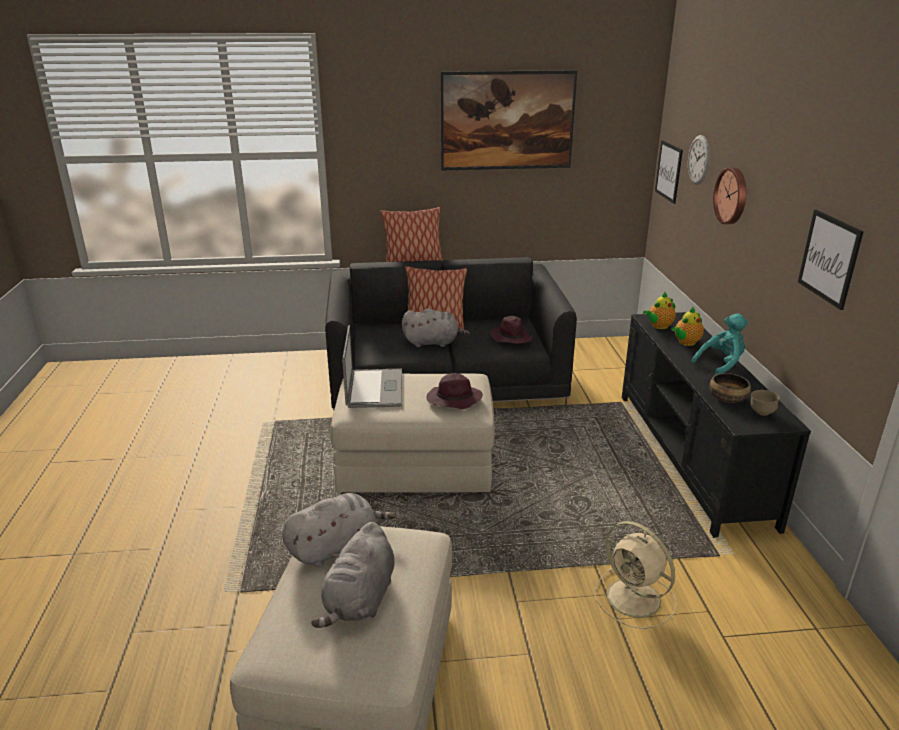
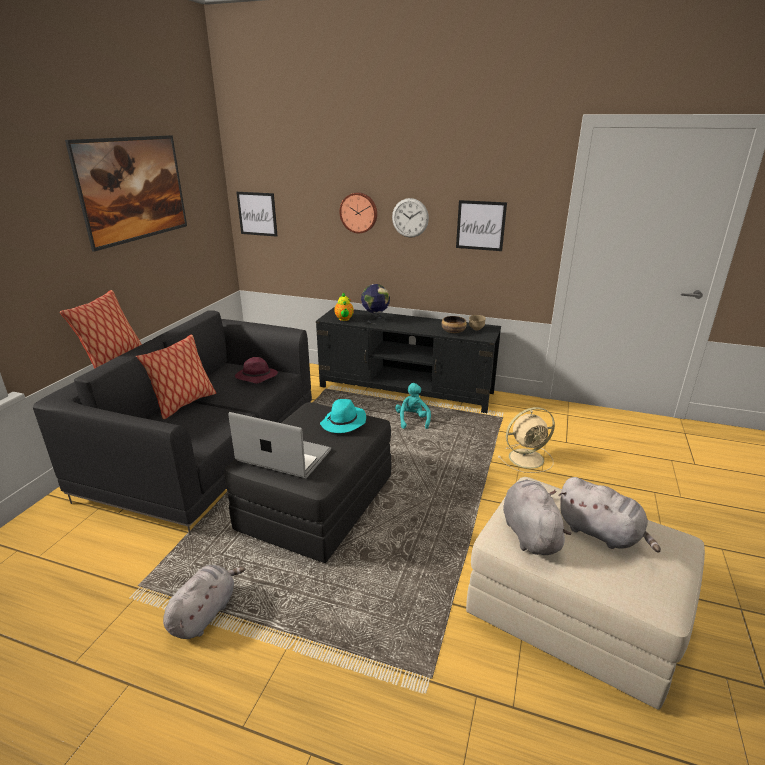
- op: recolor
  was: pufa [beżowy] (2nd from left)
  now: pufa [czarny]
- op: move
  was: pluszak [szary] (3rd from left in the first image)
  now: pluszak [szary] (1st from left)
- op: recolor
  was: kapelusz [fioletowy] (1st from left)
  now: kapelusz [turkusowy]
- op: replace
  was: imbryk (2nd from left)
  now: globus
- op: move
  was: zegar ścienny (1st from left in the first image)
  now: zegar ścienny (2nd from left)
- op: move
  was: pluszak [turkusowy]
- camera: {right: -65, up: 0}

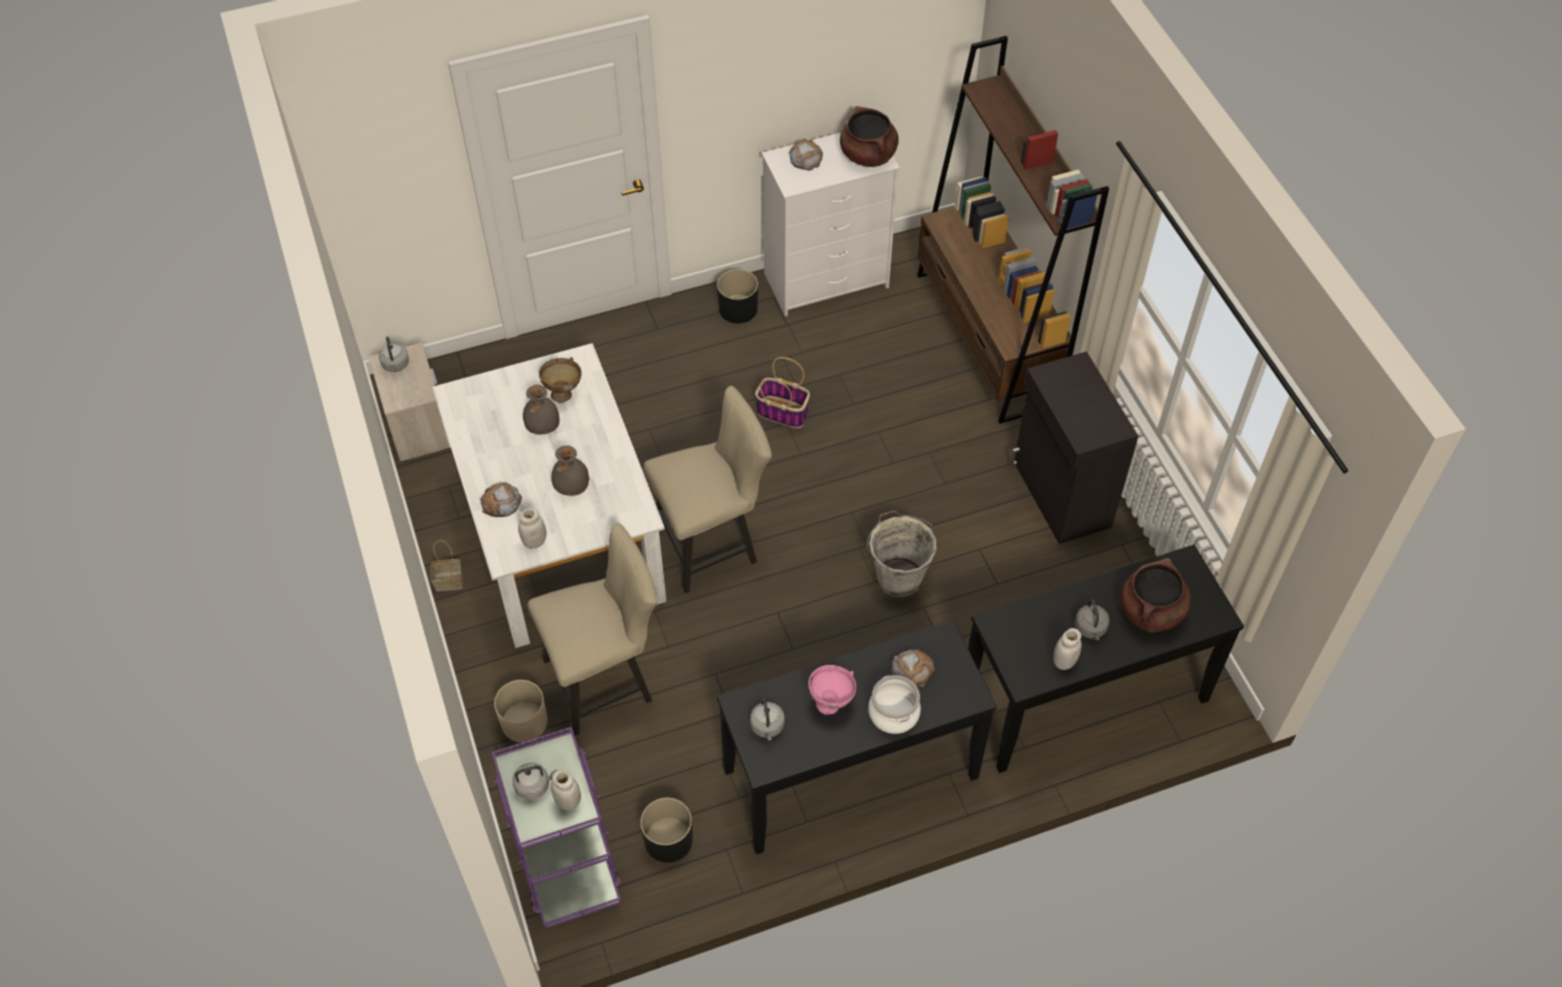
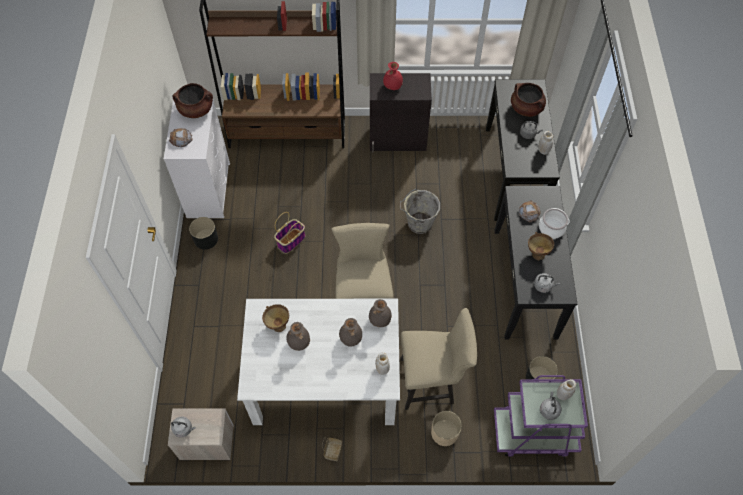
- op: delete
  was: chleb (1st from left)
- op: rotate
  was: krzesło [beżowy] (1st from left in the first image)
  clockwise: 90
- op: recolor
  was: miska [różowy]
  now: miska [brązowy] (2nd from left)
- op: insert
  now: wazon [szary] (3rd from left)
- op: insert
  now: wazon [czerwony]
- camera: {right: -70, up: 5}

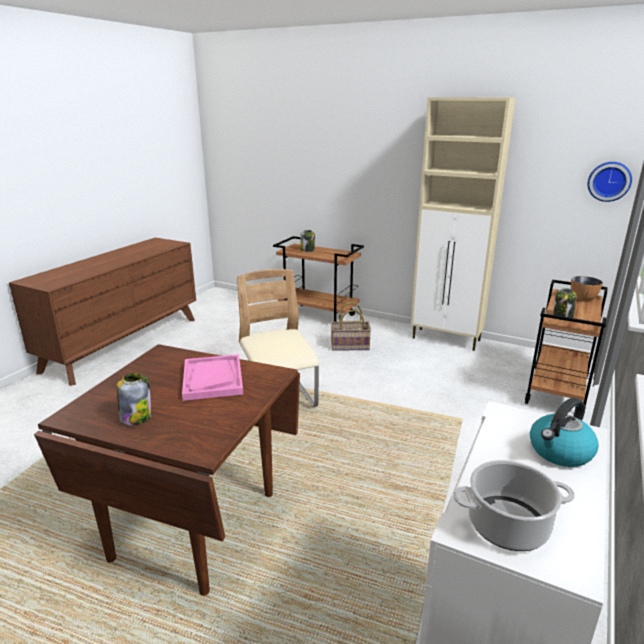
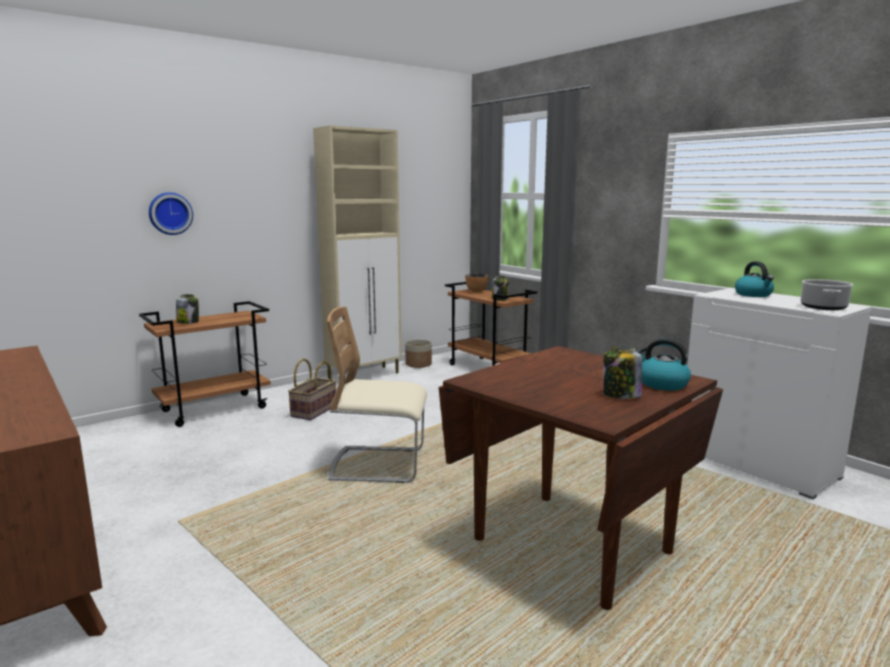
- op: delete
  was: taca [różowy]
- op: move
  was: zegar ścienny
- op: insert
  now: donica
- op: insert
  now: czajnik (1st from left)
- camera: {right: -65, up: -10}

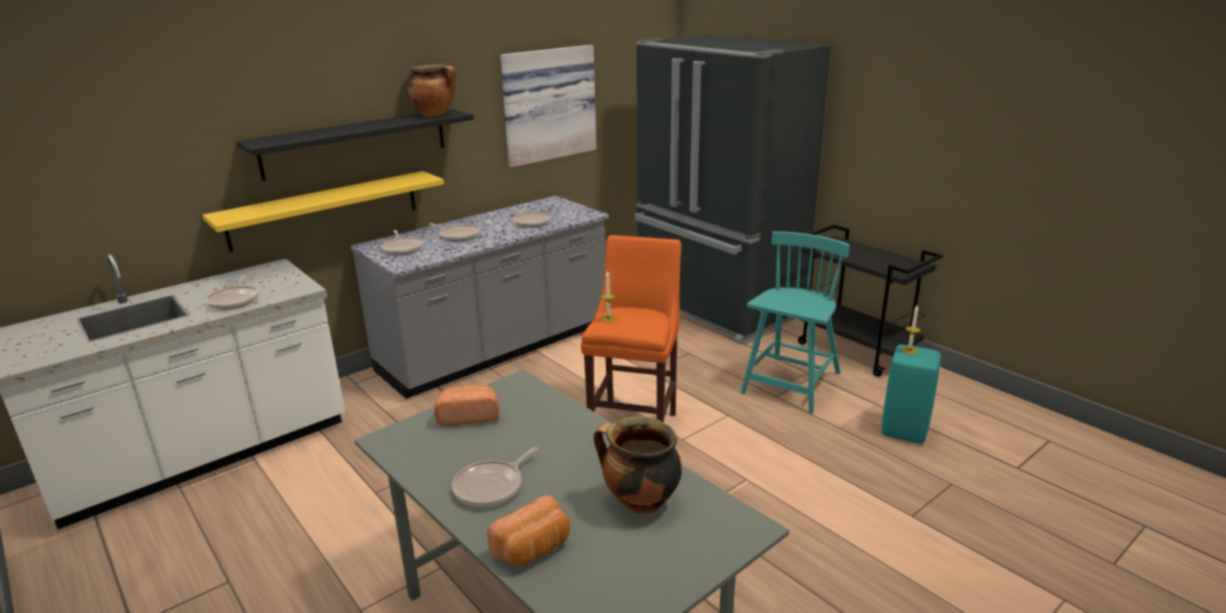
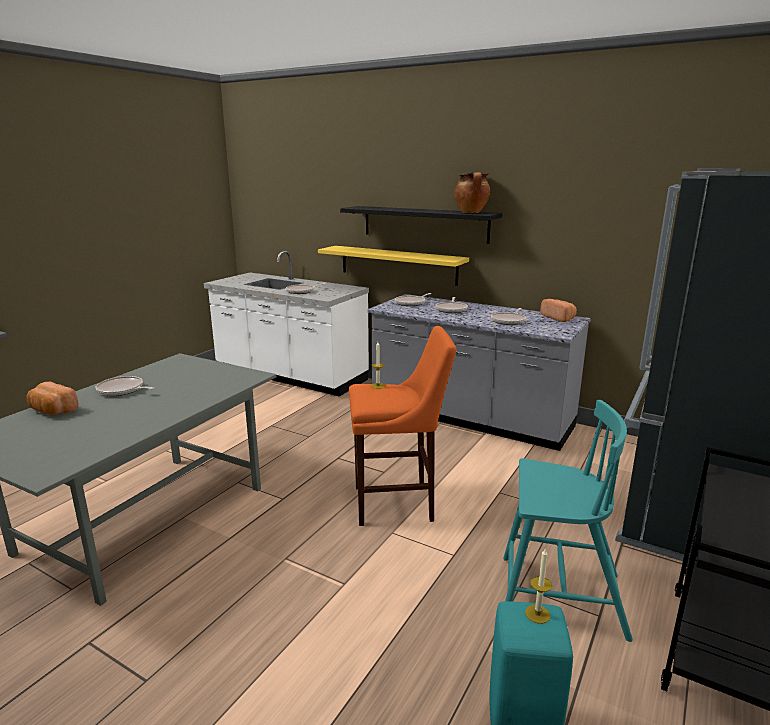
- op: move
  was: chleb (1st from left in the first image)
  now: chleb (2nd from left)
- op: delete
  was: obraz
- op: delete
  was: garnek (2nd from left)
- camera: {right: 70, up: -5}

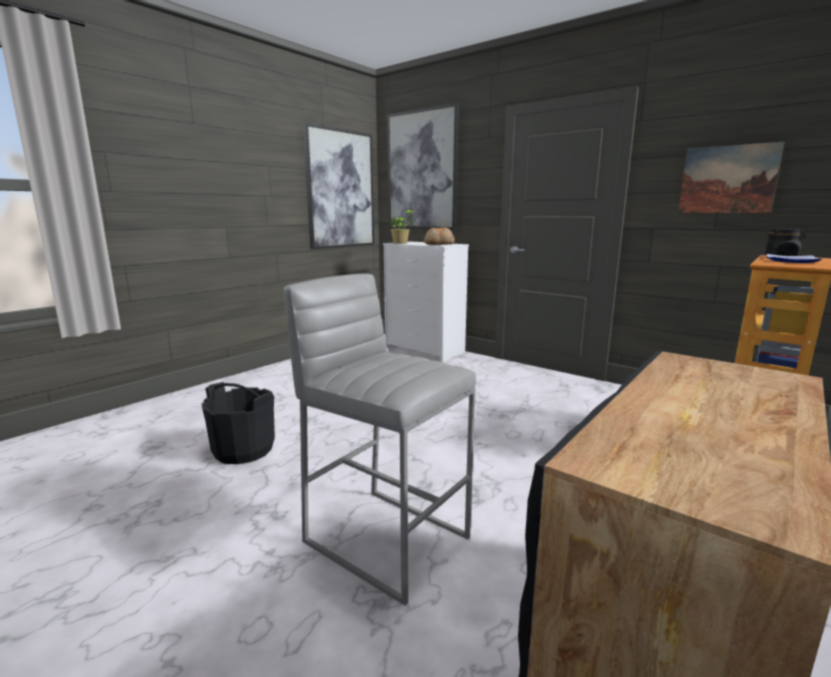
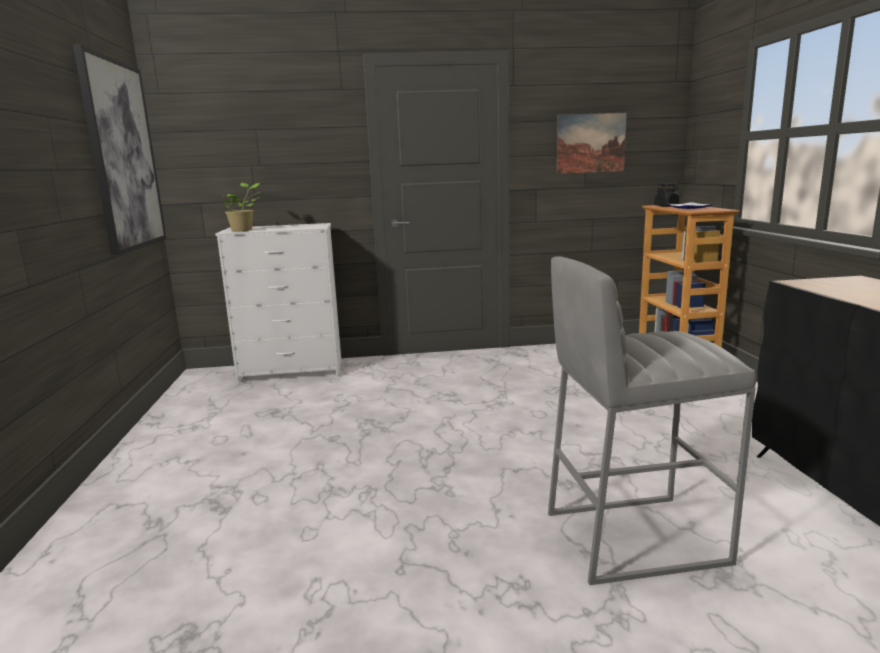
- op: delete
  was: wiadro [czarny]
- op: delete
  was: obraz (2nd from left)
- op: delete
  was: chleb
- camera: {right: -45, up: 0}

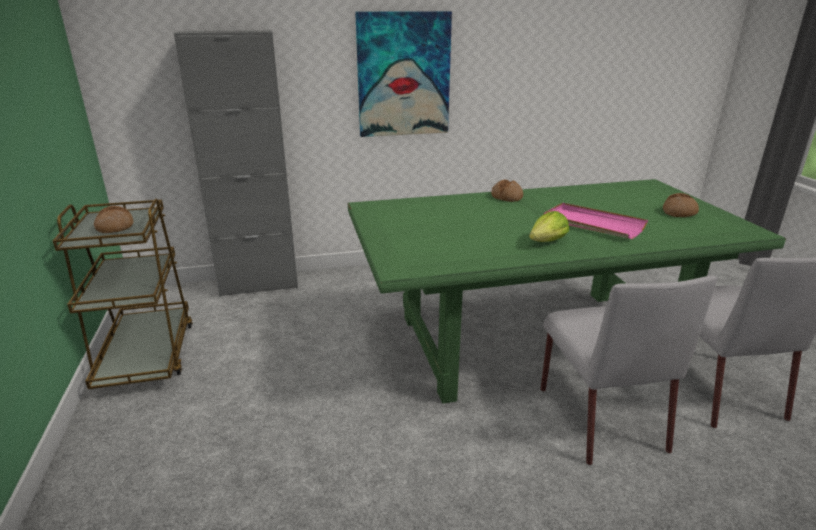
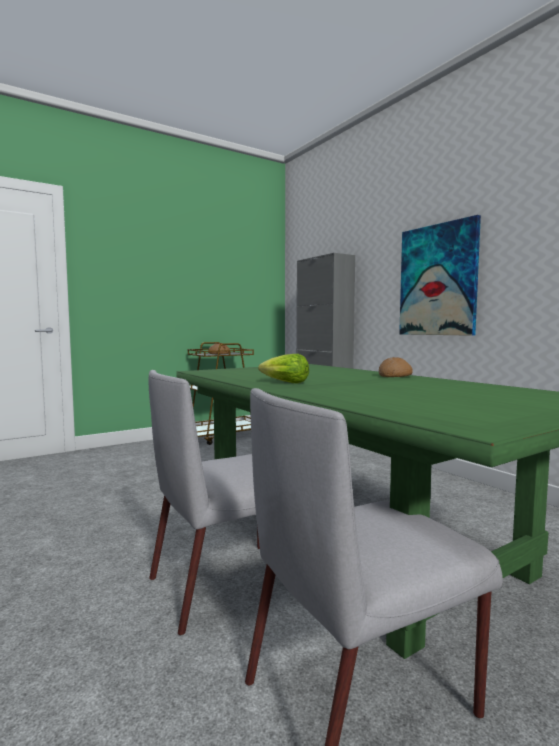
- op: delete
  was: taca [różowy]
- op: delete
  was: chleb (3rd from left)
- camera: {right: 70, up: -20}

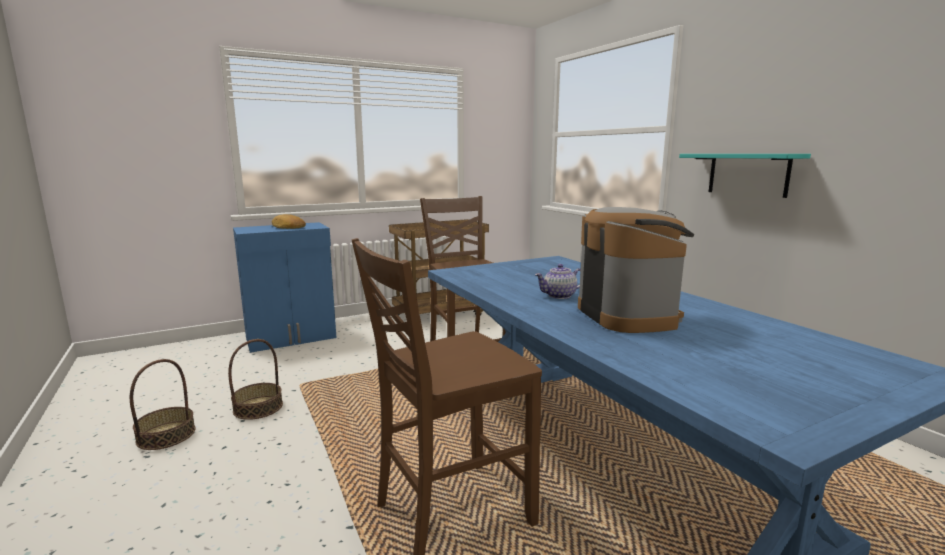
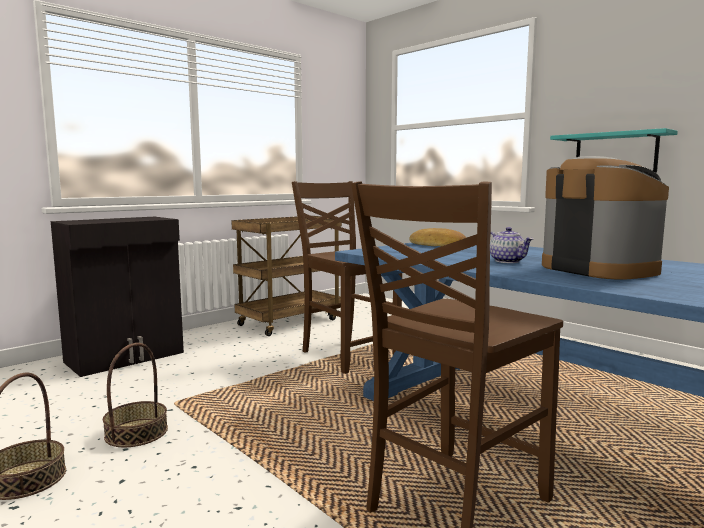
- op: recolor
  was: szafka [niebieski]
  now: szafka [czarny]
- op: move
  was: chleb
- op: rotate
  was: imbryk
  clockwise: -90
- camera: {right: -15, up: -5}

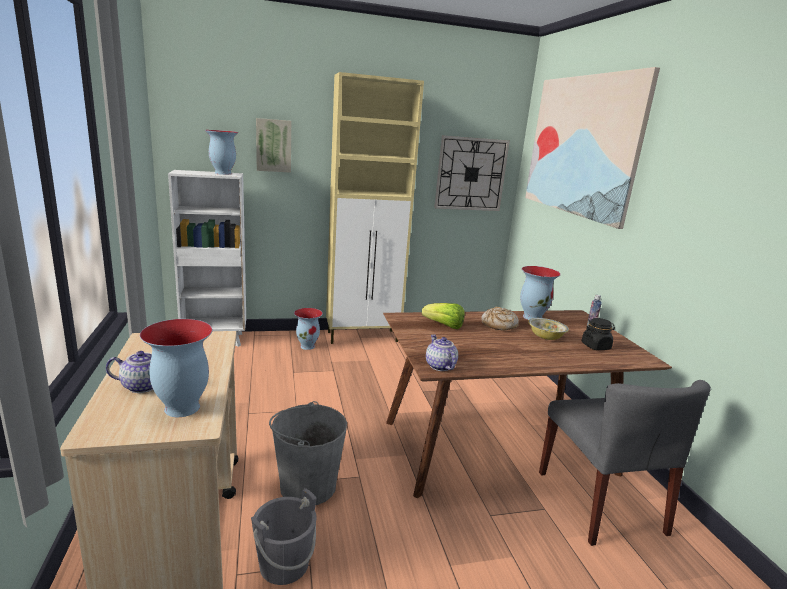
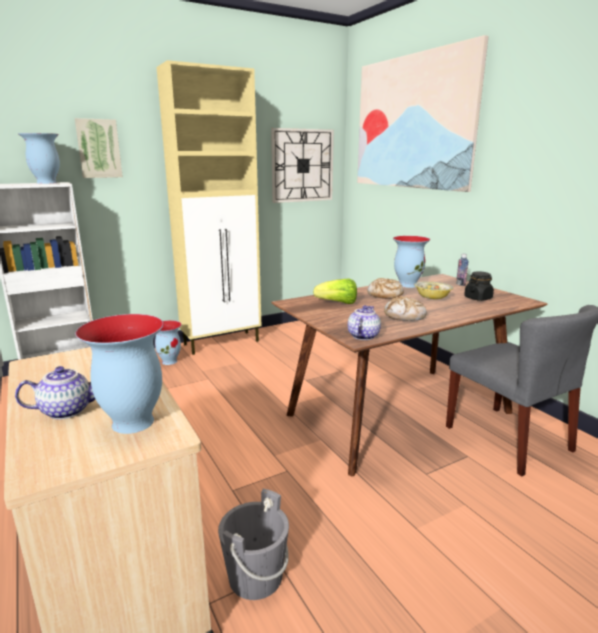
- op: delete
  was: wiadro [szary] (2nd from left)
- op: rotate
  was: imbryk (2nd from left)
  clockwise: 60
- op: insert
  now: chleb (2nd from left)
- camera: {right: -15, up: 0}

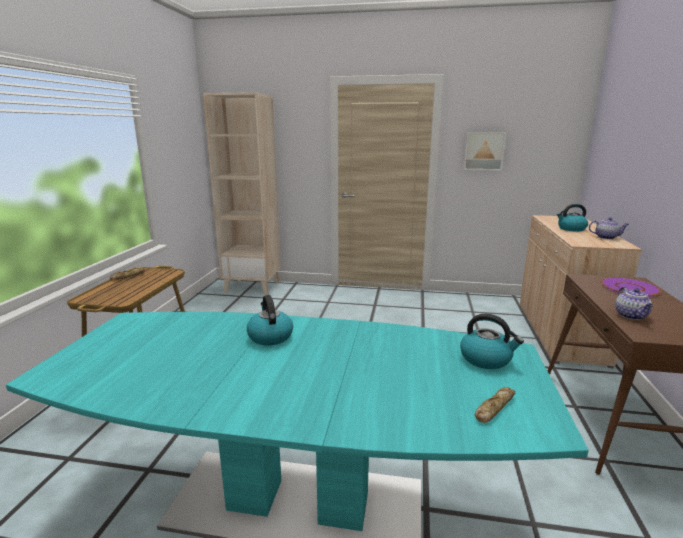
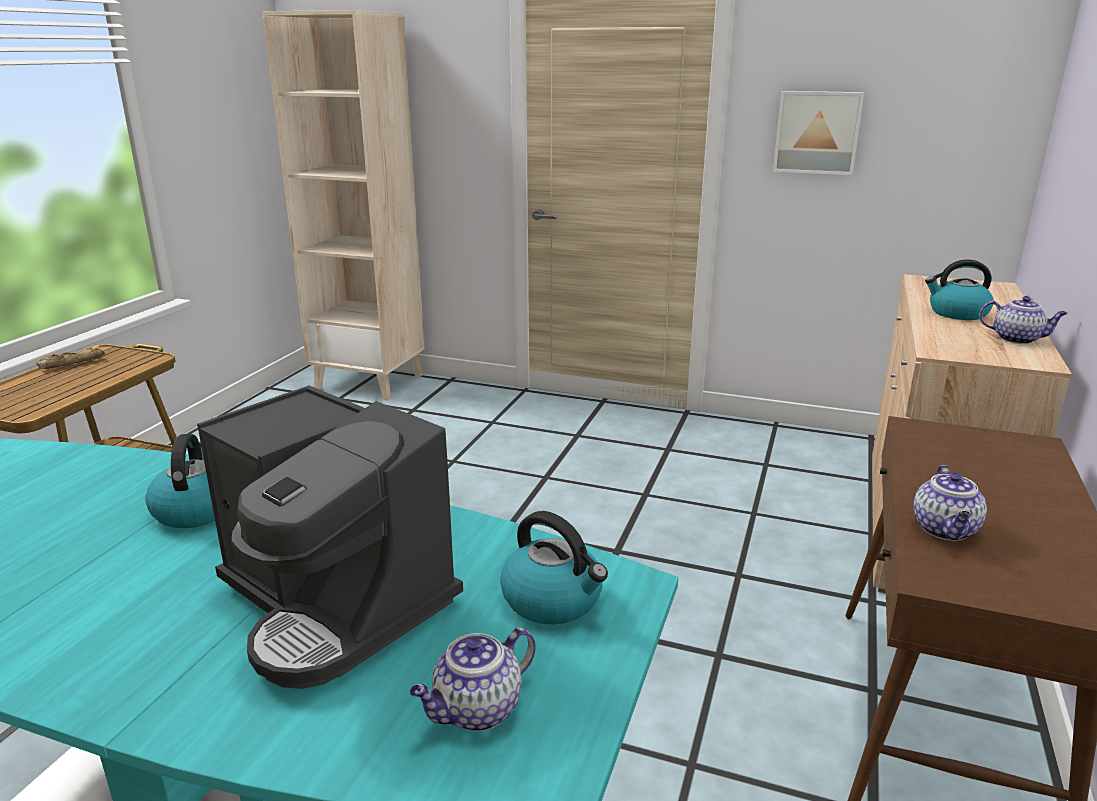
- op: replace
  was: chleb (2nd from left)
  now: imbryk (1st from left)
- op: delete
  was: talerz [fioletowy]
- op: insert
  now: ekspres do kawy
- camera: {right: 10, up: 5}

